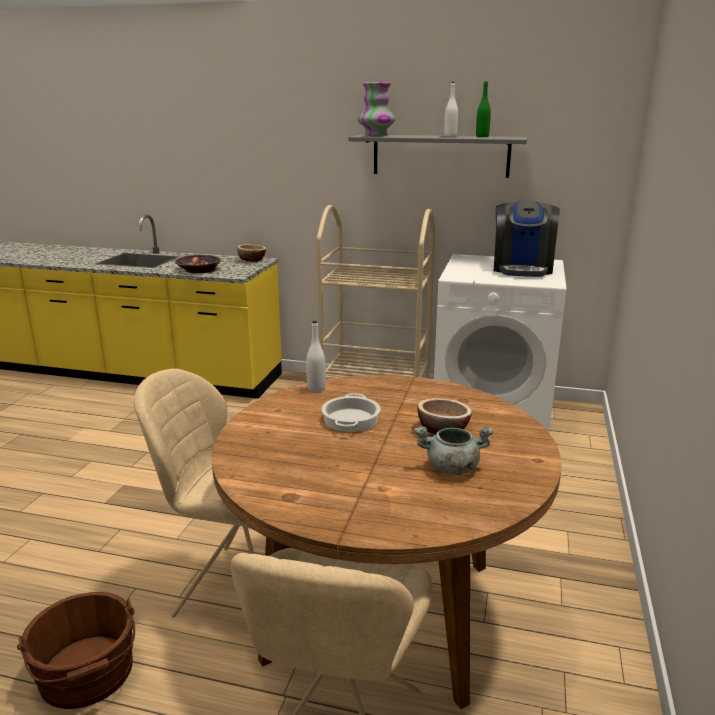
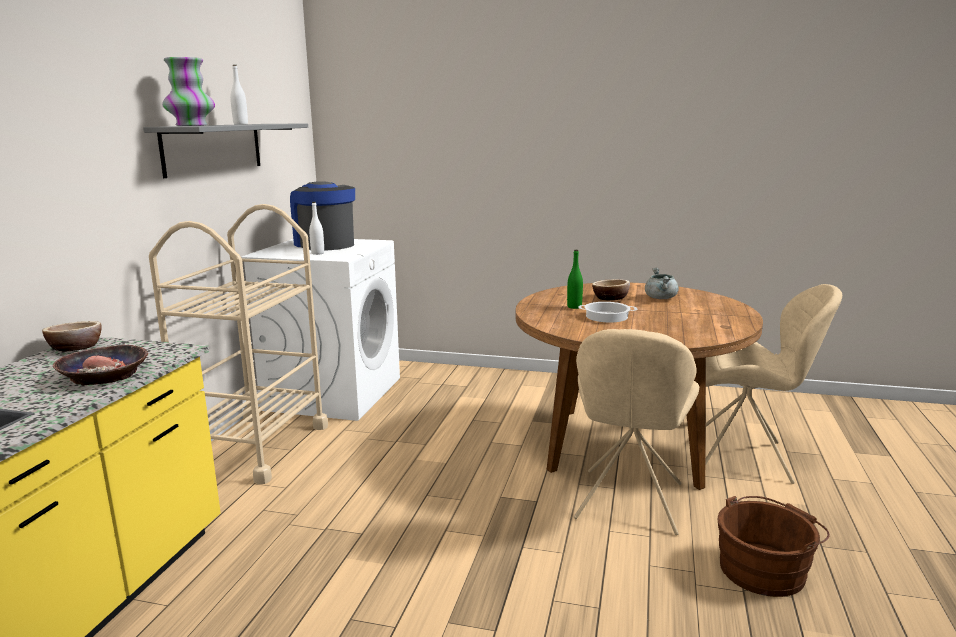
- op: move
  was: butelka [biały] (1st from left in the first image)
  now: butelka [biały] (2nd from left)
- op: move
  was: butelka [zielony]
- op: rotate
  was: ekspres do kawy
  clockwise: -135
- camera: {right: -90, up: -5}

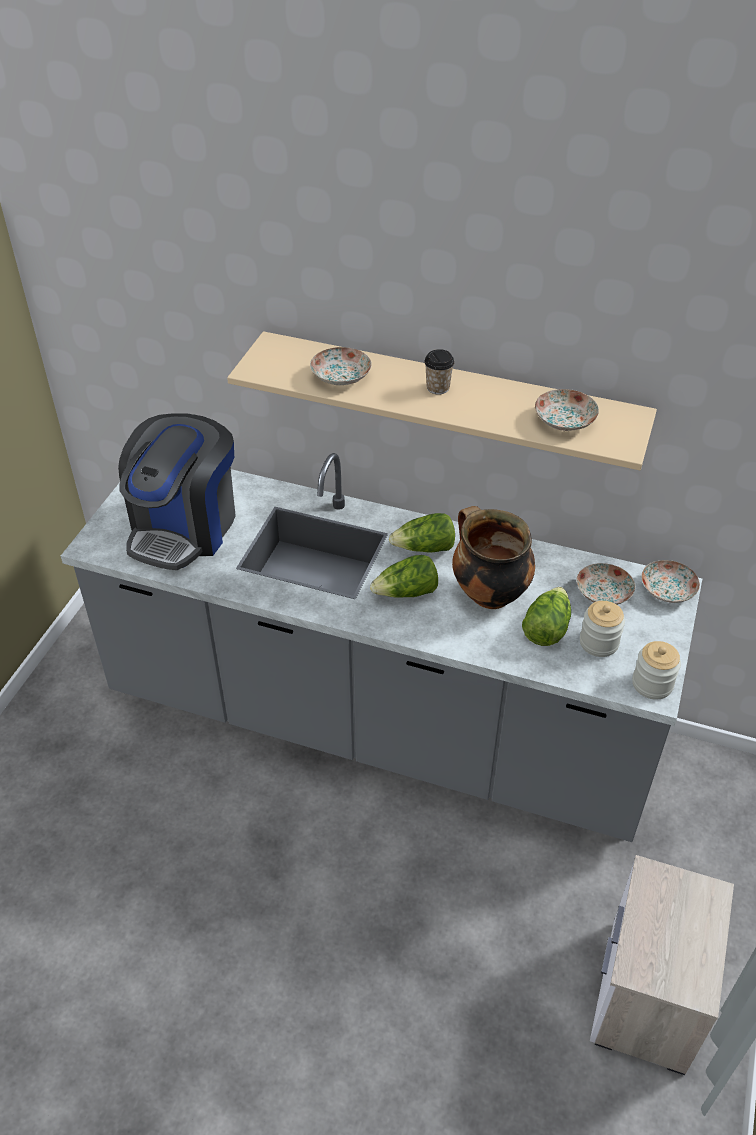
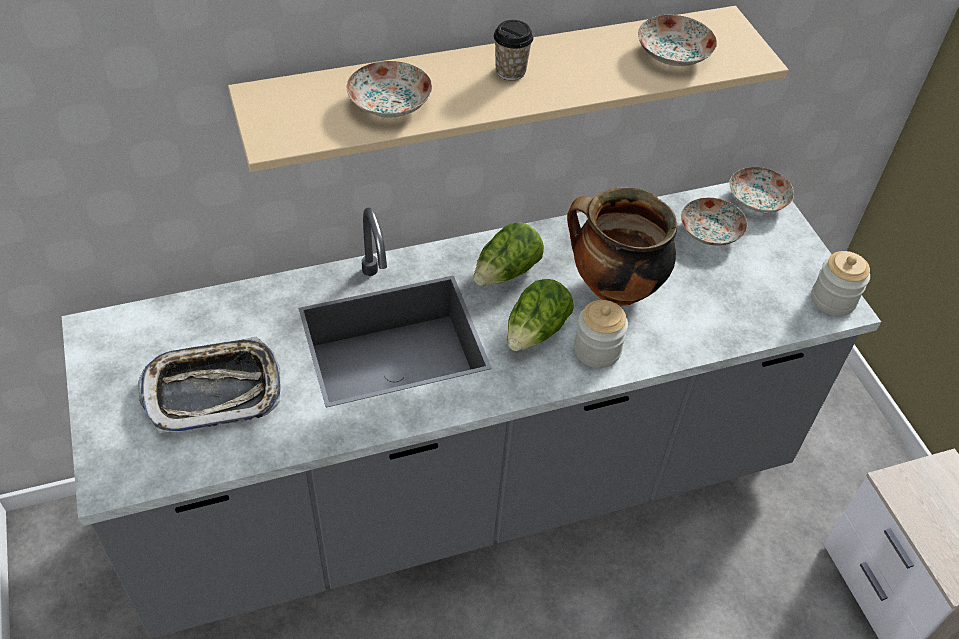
- op: replace
  was: ekspres do kawy
  now: taca
- op: delete
  was: sałata (3rd from left)
- op: move
  was: słoik (1st from left)
- camera: {right: -40, up: 5}

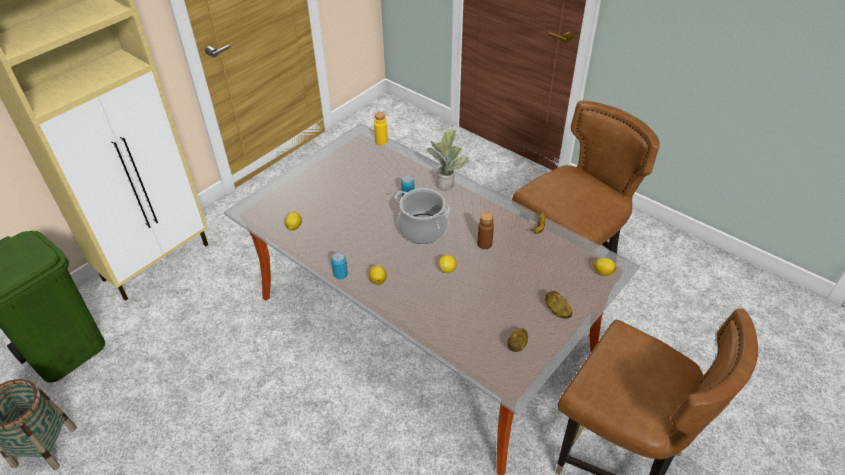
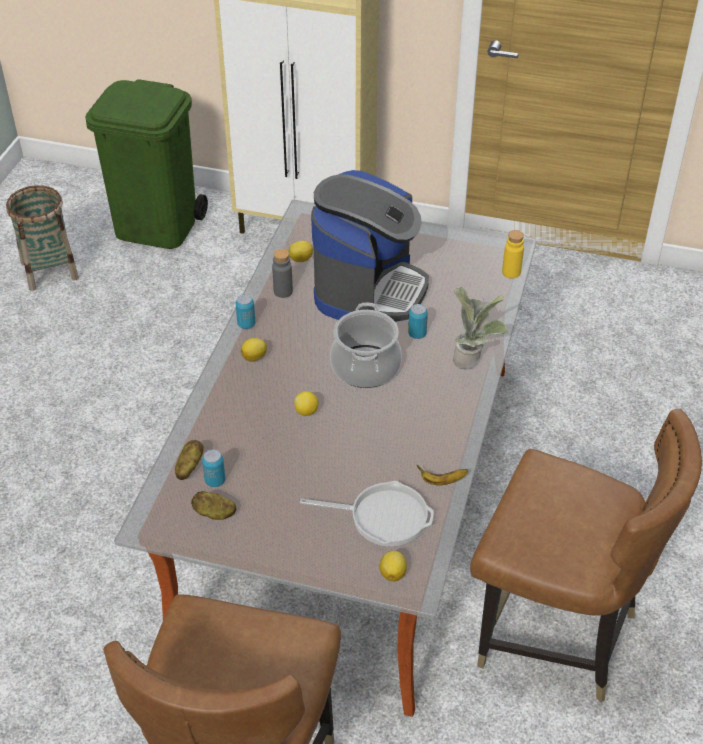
- op: delete
  was: butelka [brązowy]
- op: move
  was: ziemniak (2nd from left in the first image)
  now: ziemniak (1st from left)
- op: insert
  now: puszka (1st from left)
- op: insert
  now: butelka [szary]
- op: insert
  now: patelnia
- op: insert
  now: ekspres do kawy
- camera: {right: 65, up: 0}

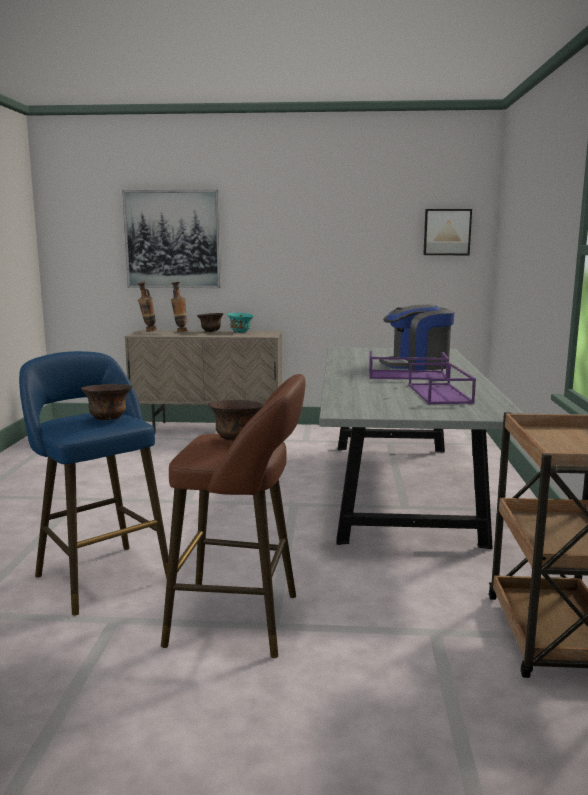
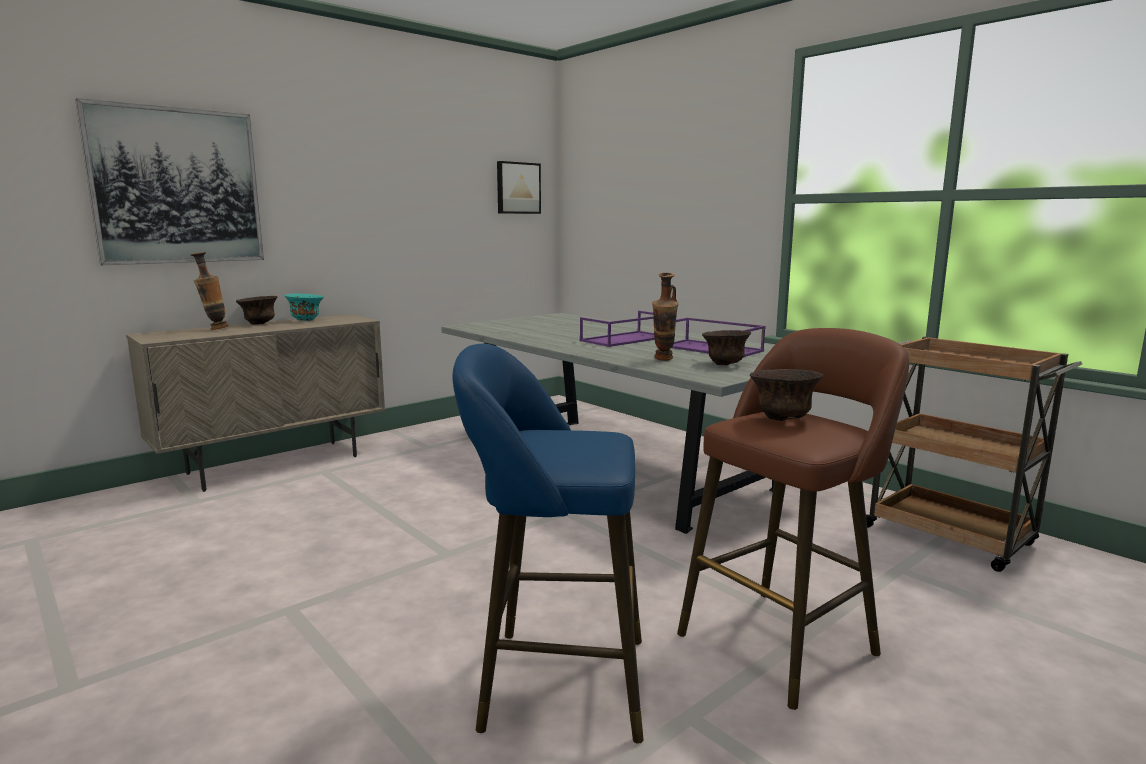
- op: move
  was: miska [brązowy] (1st from left in the first image)
  now: miska [brązowy] (2nd from left)
- op: move
  was: wazon (1st from left in the first image)
  now: wazon (2nd from left)
- op: delete
  was: ekspres do kawy
- camera: {right: -45, up: 0}

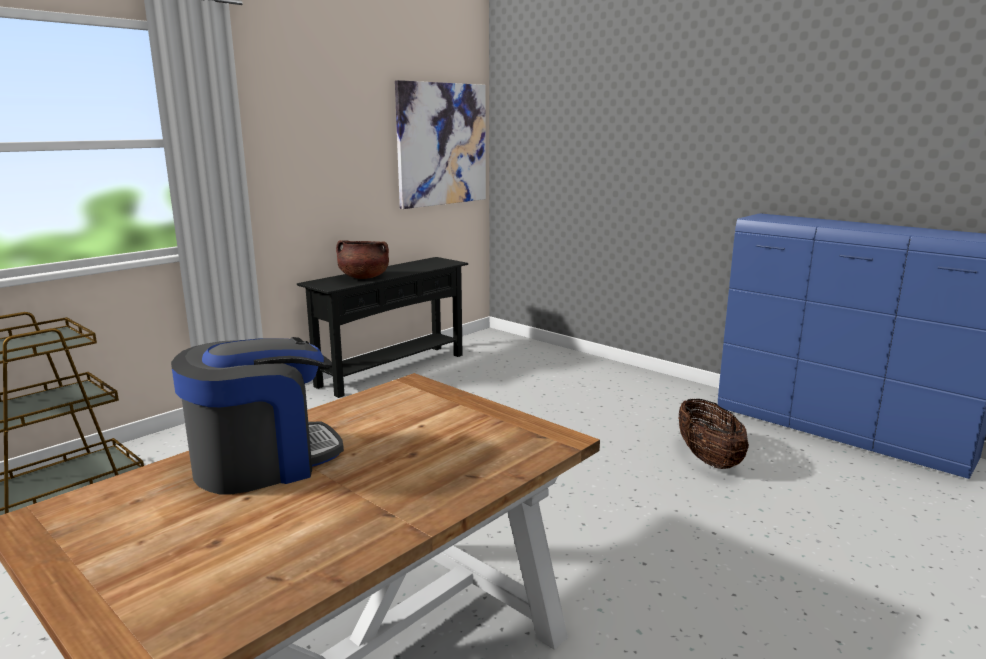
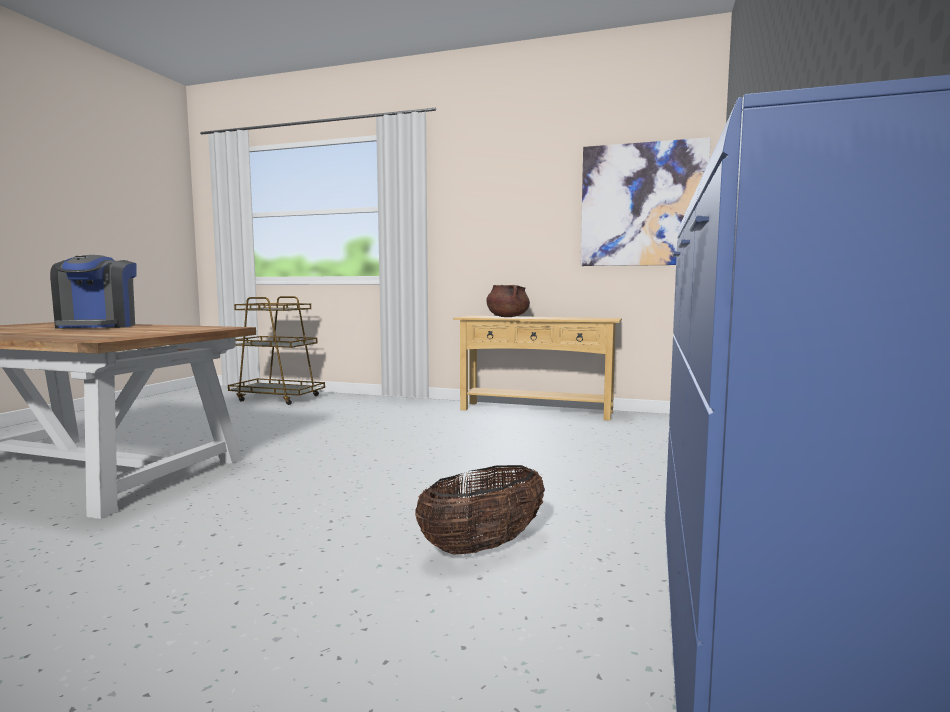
- op: rotate
  was: ekspres do kawy
  clockwise: 45
- op: recolor
  was: stolik konsolowy [czarny]
  now: stolik konsolowy [beżowy]
- camera: {right: 65, up: -10}

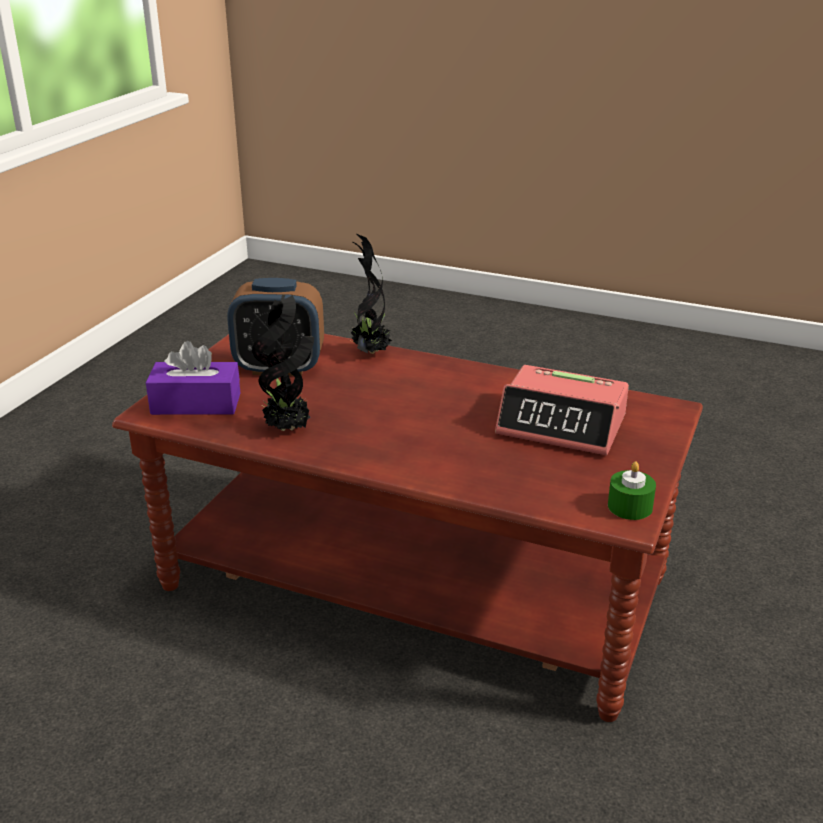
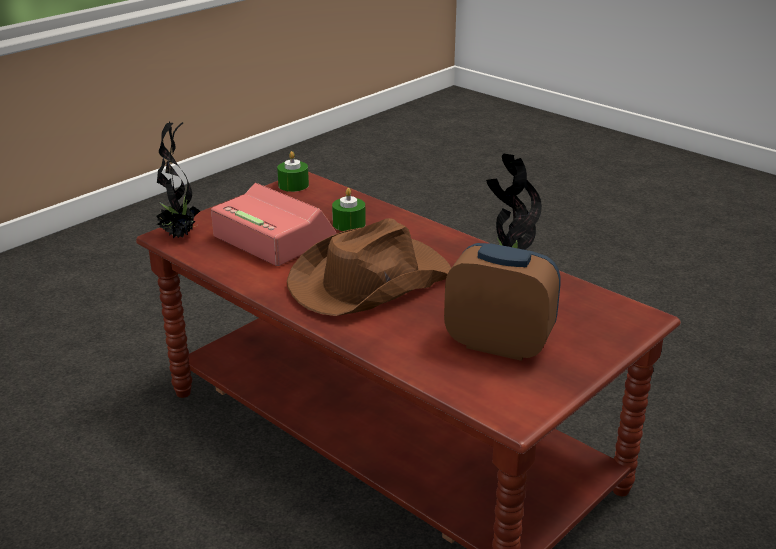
- op: delete
  was: pudełko chusteczek [fioletowy]
- op: move
  was: roślina doniczkowa (2nd from left in the first image)
  now: roślina doniczkowa (1st from left)
- op: insert
  now: kapelusz [brązowy]
- op: insert
  now: świeca [zielony] (2nd from left)
- camera: {right: -160, up: 0}

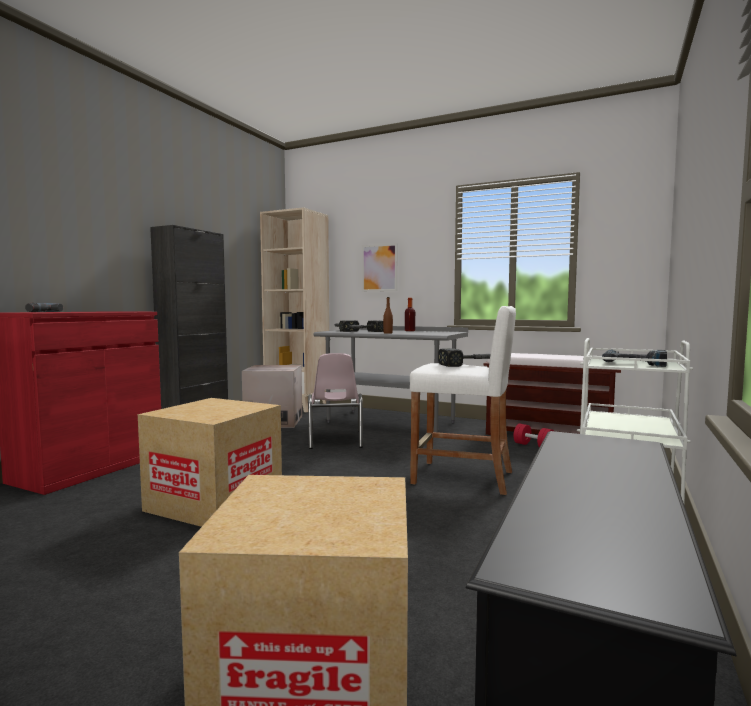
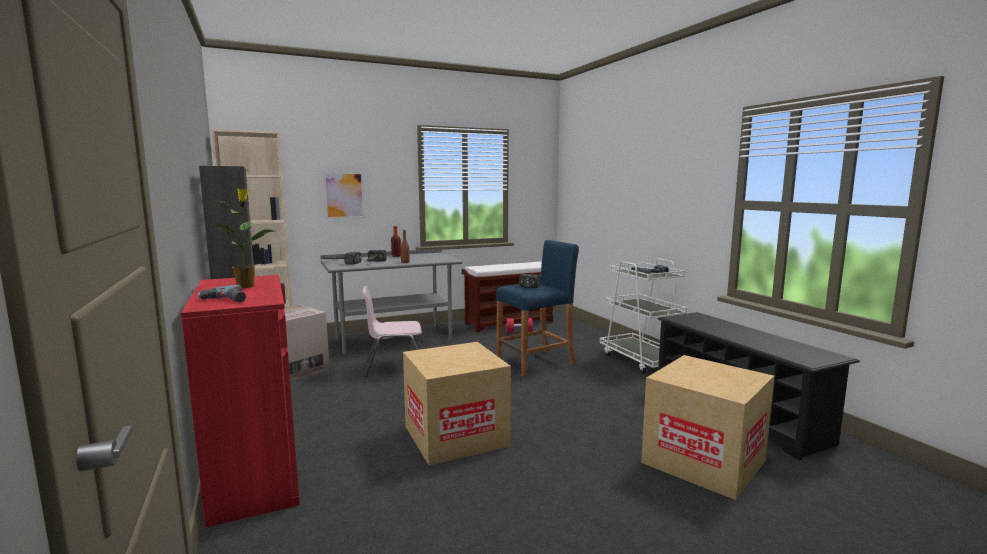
- op: rotate
  was: krzesło [różowy]
  clockwise: 135
- op: recolor
  was: stołek [biały]
  now: stołek [niebieski]
- op: insert
  now: roślina doniczkowa
- camera: {right: -50, up: 5}

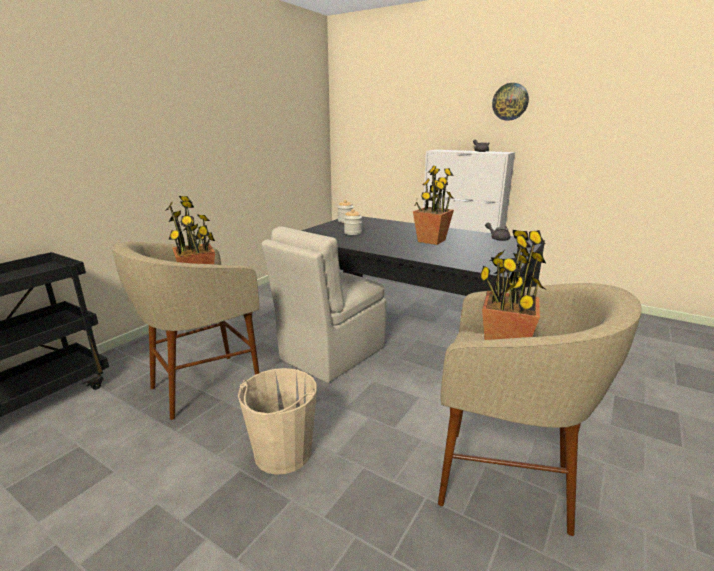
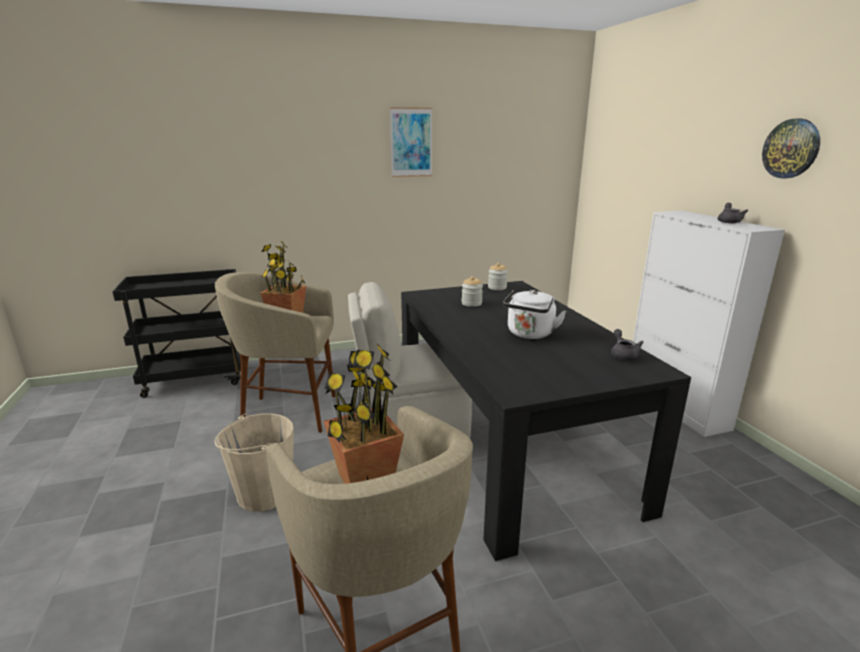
- op: replace
  was: roślina doniczkowa (2nd from left)
  now: czajnik [biały]
- op: insert
  now: obraz
- camera: {right: 40, up: 0}

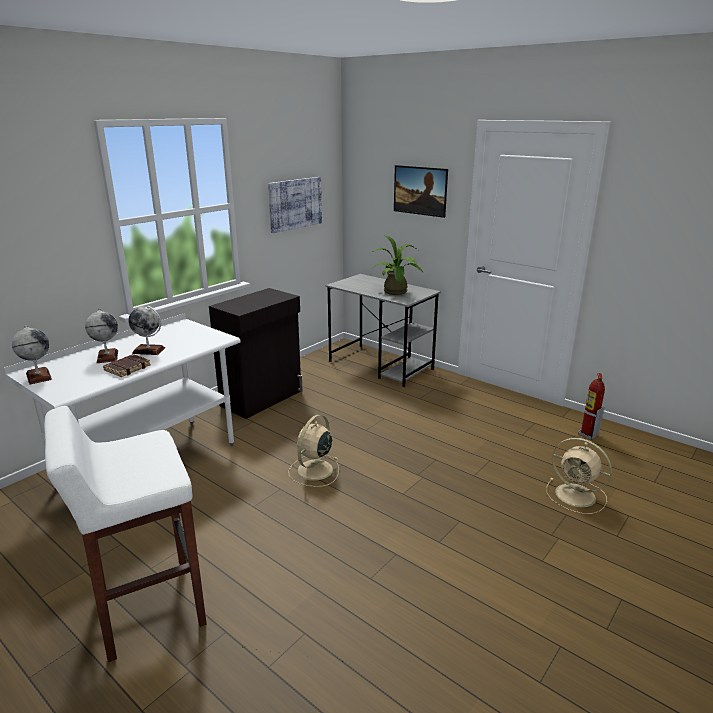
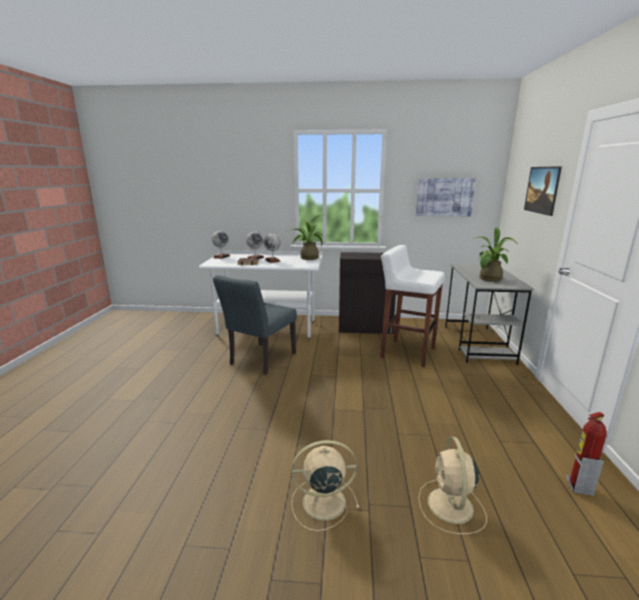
- op: move
  was: stołek [biały]
- op: move
  was: wentylator [beżowy] (1st from left)
- op: insert
  now: krzesło [szary]
- op: insert
  now: roślina doniczkowa (1st from left)
- camera: {right: 55, up: -5}

